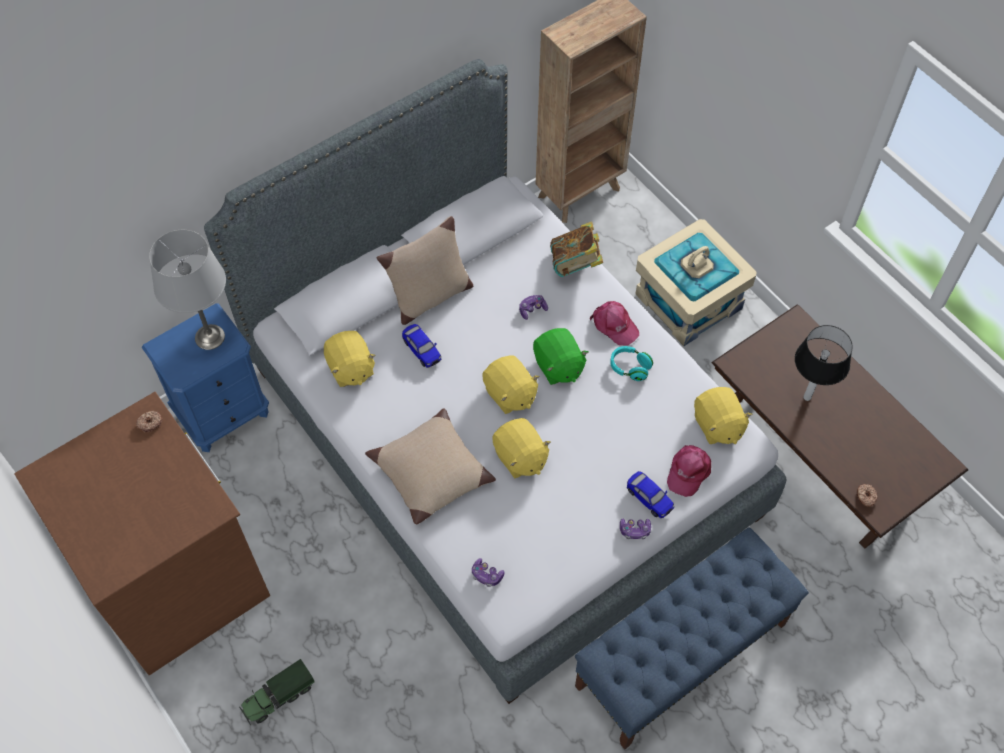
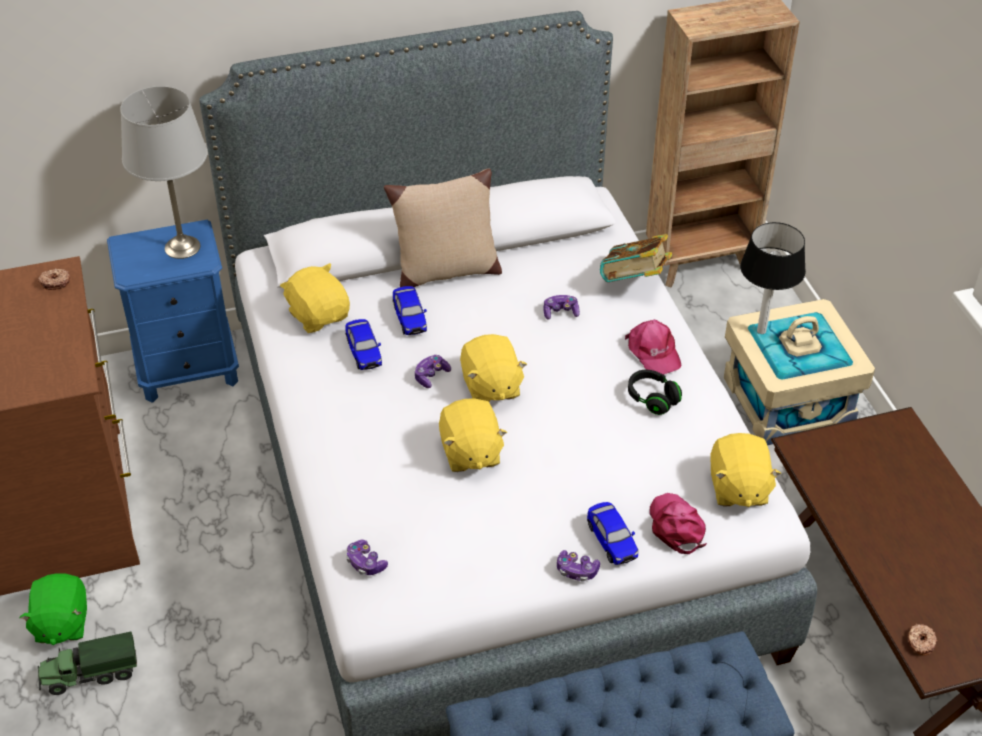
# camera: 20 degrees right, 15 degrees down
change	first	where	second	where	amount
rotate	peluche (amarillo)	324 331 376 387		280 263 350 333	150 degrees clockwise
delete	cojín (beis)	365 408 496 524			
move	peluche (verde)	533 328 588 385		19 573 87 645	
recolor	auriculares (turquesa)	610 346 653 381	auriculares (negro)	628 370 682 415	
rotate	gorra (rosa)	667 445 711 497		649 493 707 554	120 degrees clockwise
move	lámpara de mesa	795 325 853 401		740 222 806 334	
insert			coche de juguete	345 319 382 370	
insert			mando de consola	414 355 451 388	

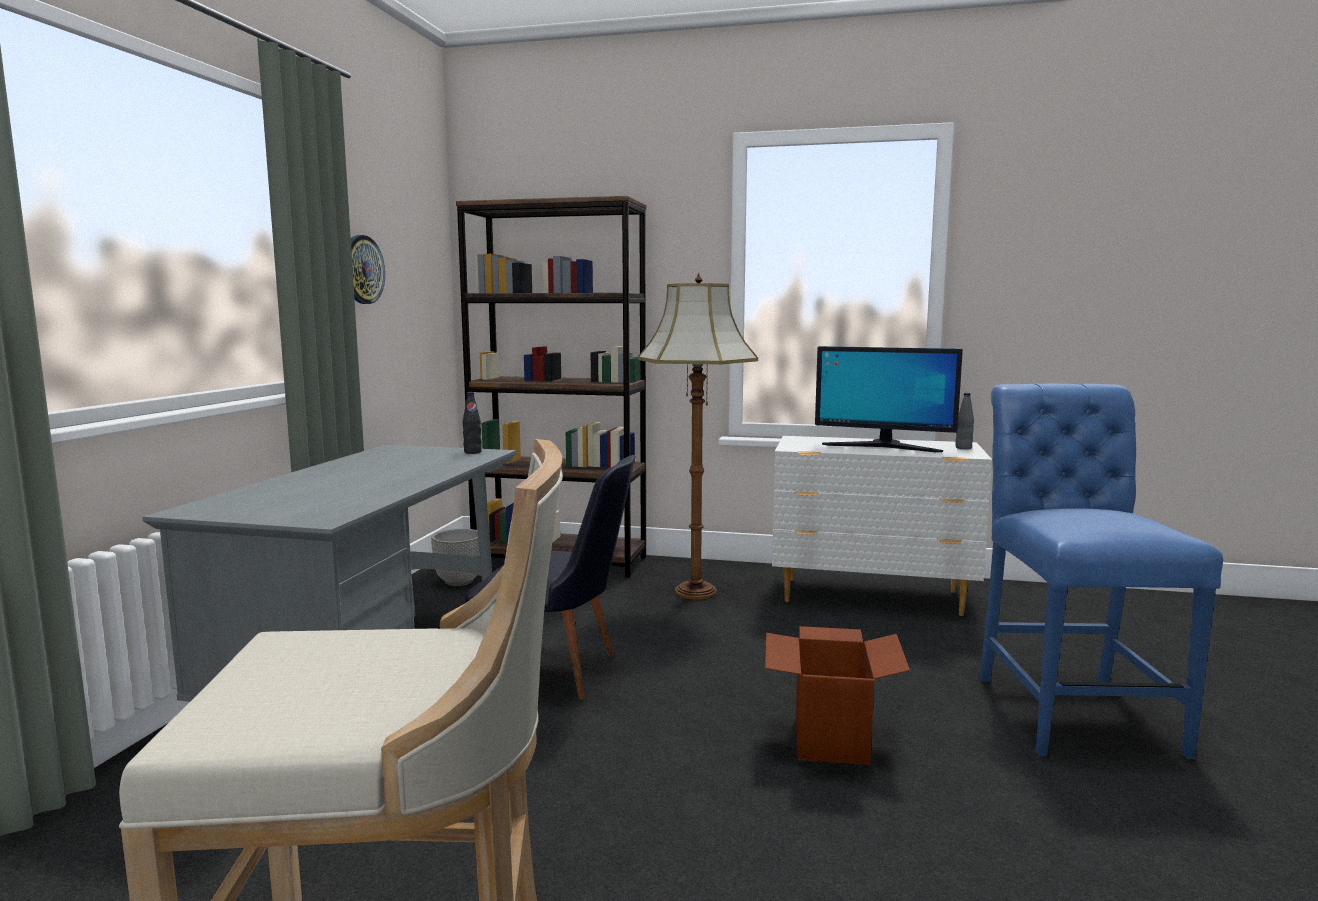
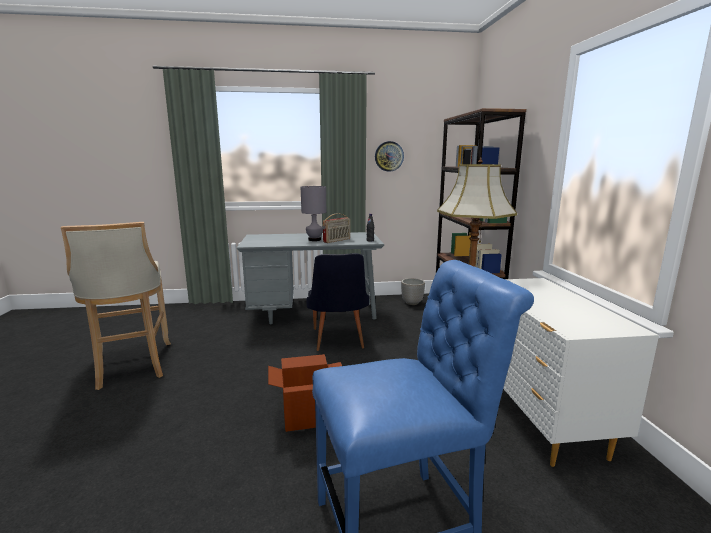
# camera: 70 degrees right, 5 degrees up
change	first	where	second	where	amount
delete	monitor	815 346 963 452			
delete	botella (gris)	955 393 974 450			
insert			lámpara de mesa (gris)	301 186 326 241	
insert			radio	323 213 350 243	

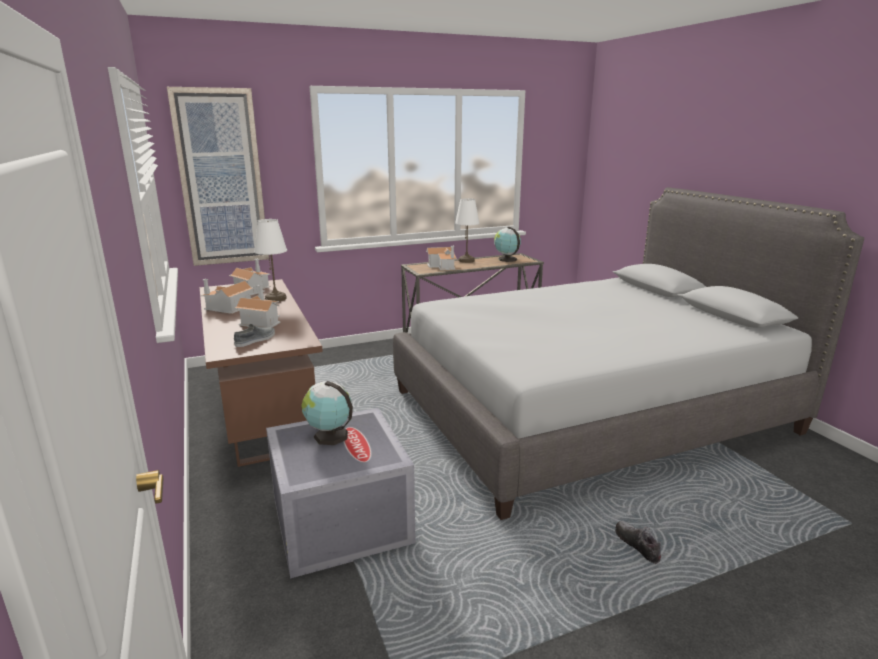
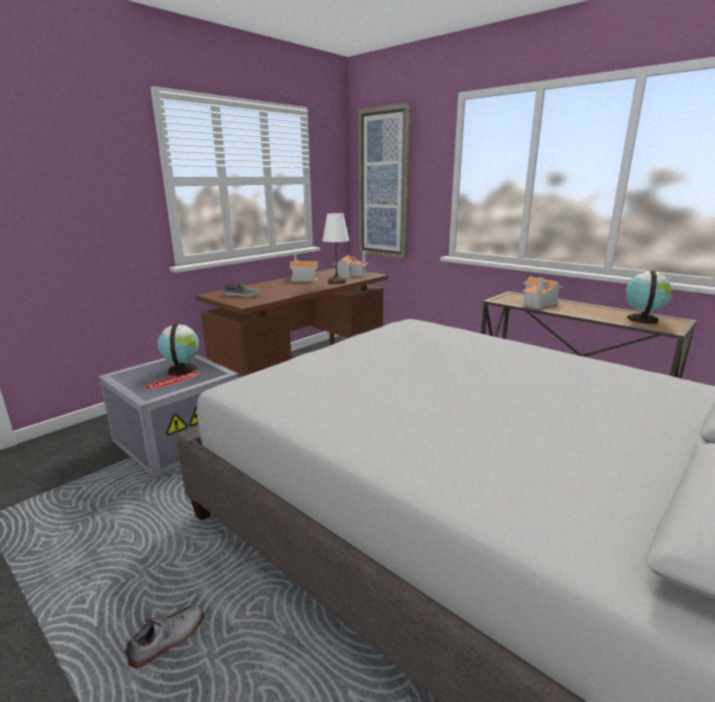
# camera: 65 degrees right, 0 degrees up
change	first	where	second	where	amount
delete	casita	234 285 281 328			
delete	lámpara de mesa (blanco)	455 198 480 263			

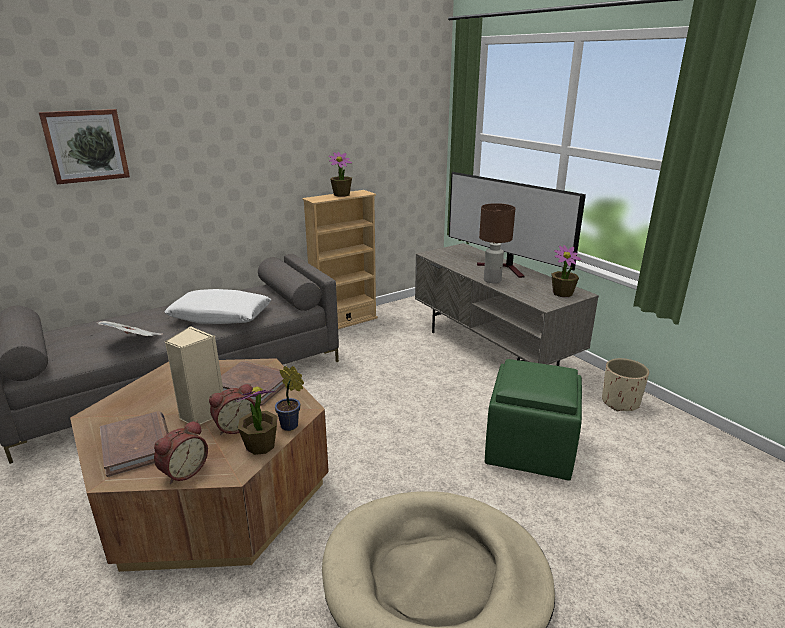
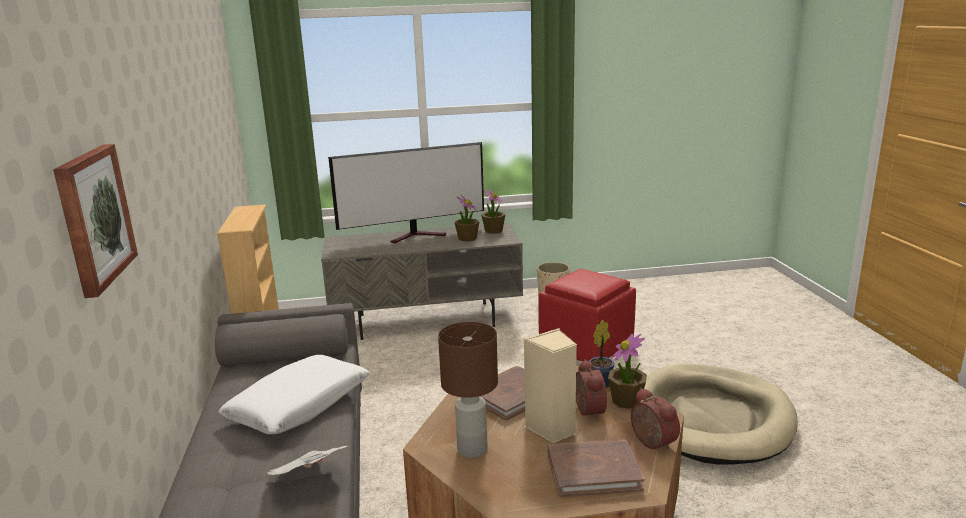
# camera: 65 degrees left, 5 degrees down
change	first	where	second	where	amount
move	planta en maceta	329 152 352 197		454 195 480 242	
move	lámpara de mesa (marrón)	479 203 515 283		438 322 498 458	
recolor	puf (verde)	485 359 582 481	puf (rojo)	538 269 636 362	

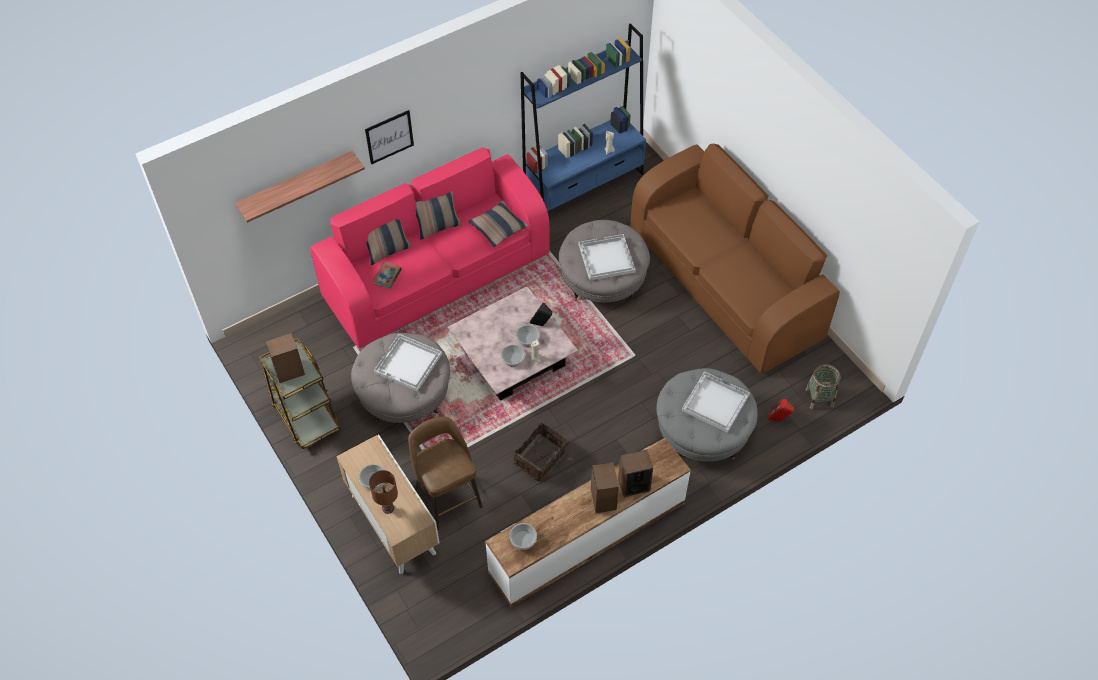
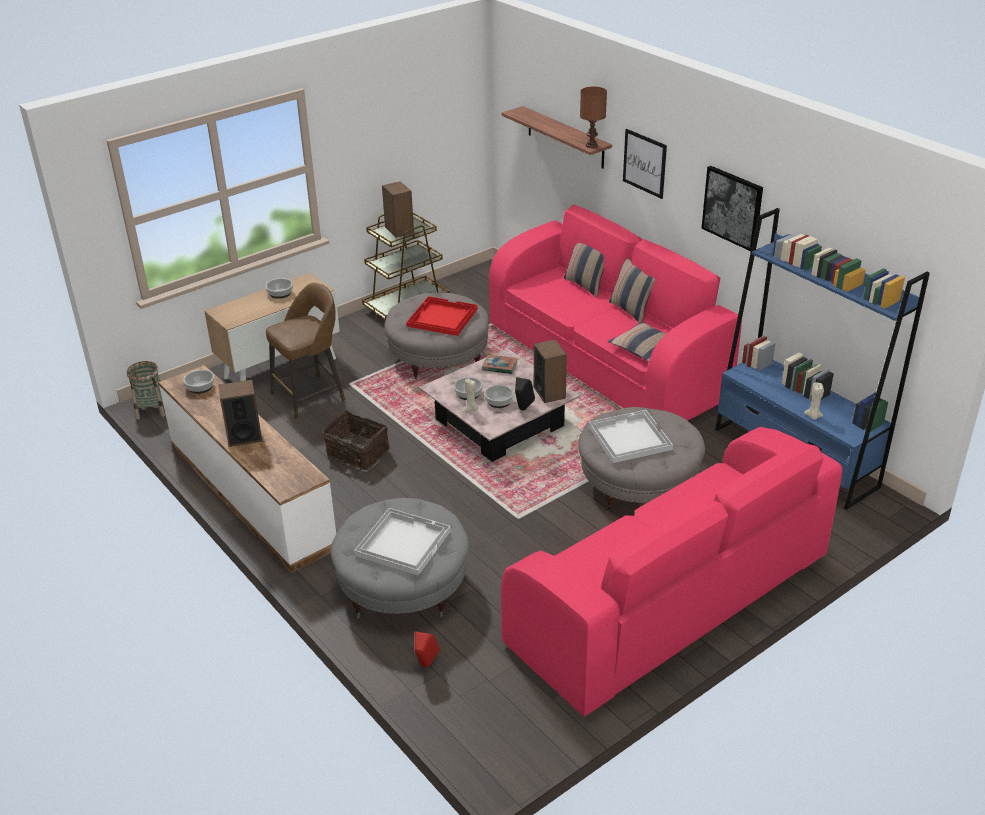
# camera: 85 degrees right, 20 degrees down
change	first	where	second	where	amount
move	lámpara de mesa (marrón)	369 470 398 514		580 87 607 148	
move	libro	373 262 402 289		482 355 518 374	
recolor	bandeja (blanco)	374 334 442 391	bandeja (rojo)	407 296 478 336	
move	altavoz	618 450 653 497		534 340 567 403	
recolor	sofá (marrón)	630 144 840 373	sofá (rosa)	501 427 842 717	
move	cesta	806 364 841 409		127 361 165 419	
insert			cuadro	701 166 763 251	

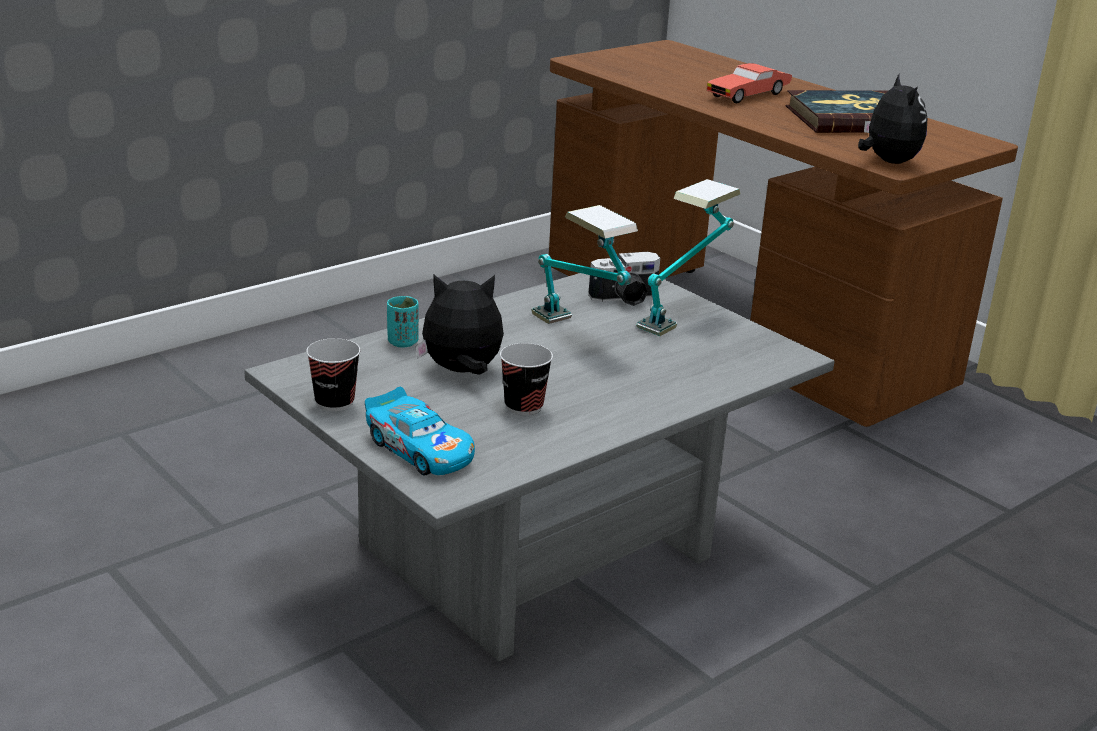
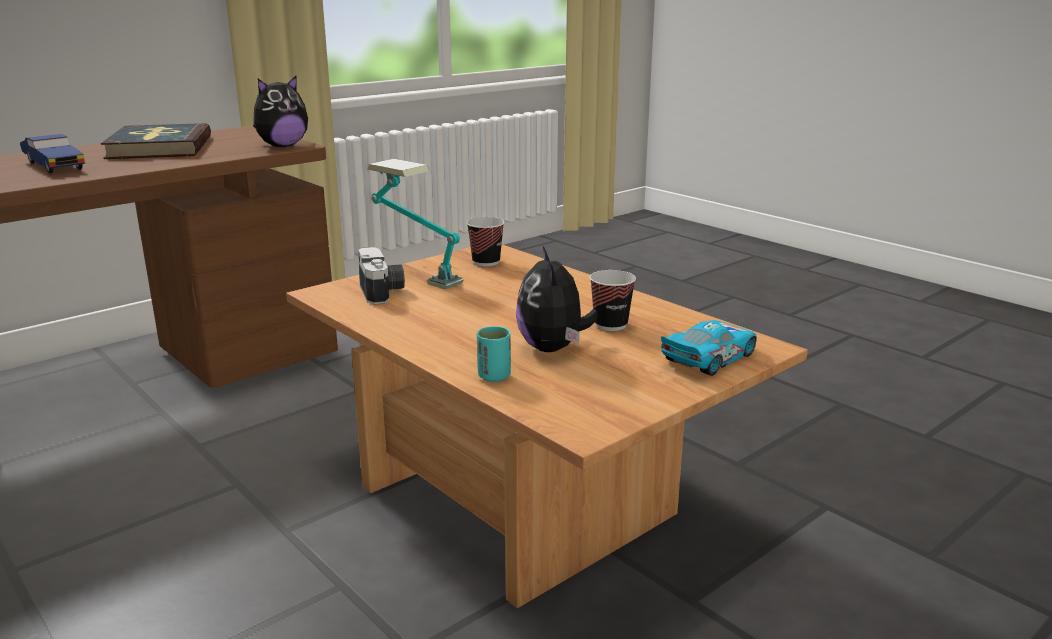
# camera: 90 degrees left, 5 degrees down
change	first	where	second	where	amount
recolor	mesa de centro (gris)	244 273 835 661	mesa de centro (marrón)	286 244 808 608	
move	taza	306 338 361 411		467 217 505 266	
delete	lámpara de mesa	531 205 638 324			
recolor	coche de juguete (rojo)	707 63 792 103	coche de juguete (azul)	20 134 85 174	
rotate	peluche	858 74 927 164		253 76 308 147	150 degrees clockwise

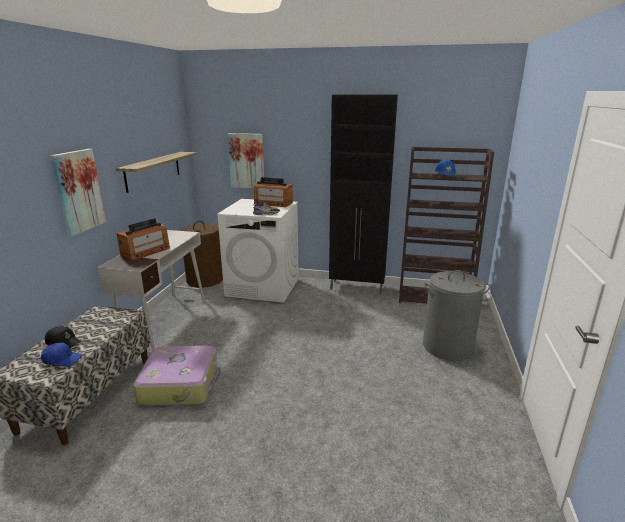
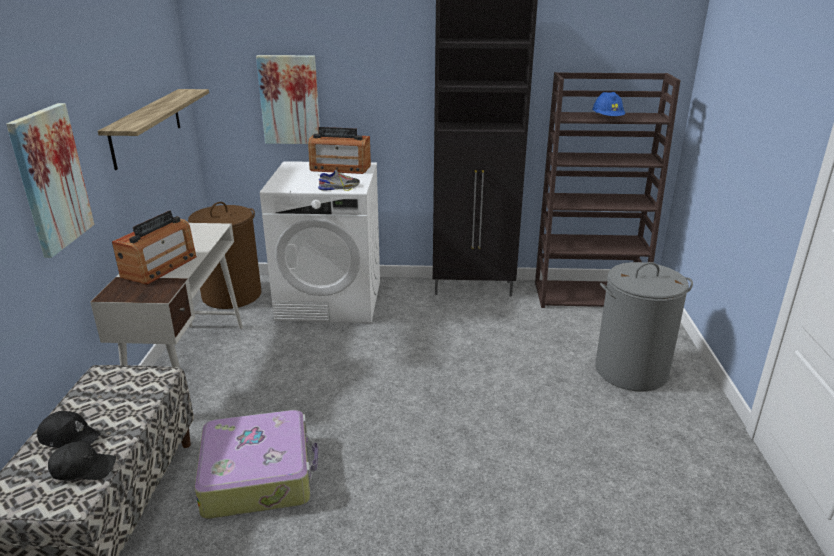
# camera: 10 degrees left, 5 degrees up
change	first	where	second	where	amount
recolor	gorra (azul)	41 343 83 367	gorra (negro)	48 441 116 481	

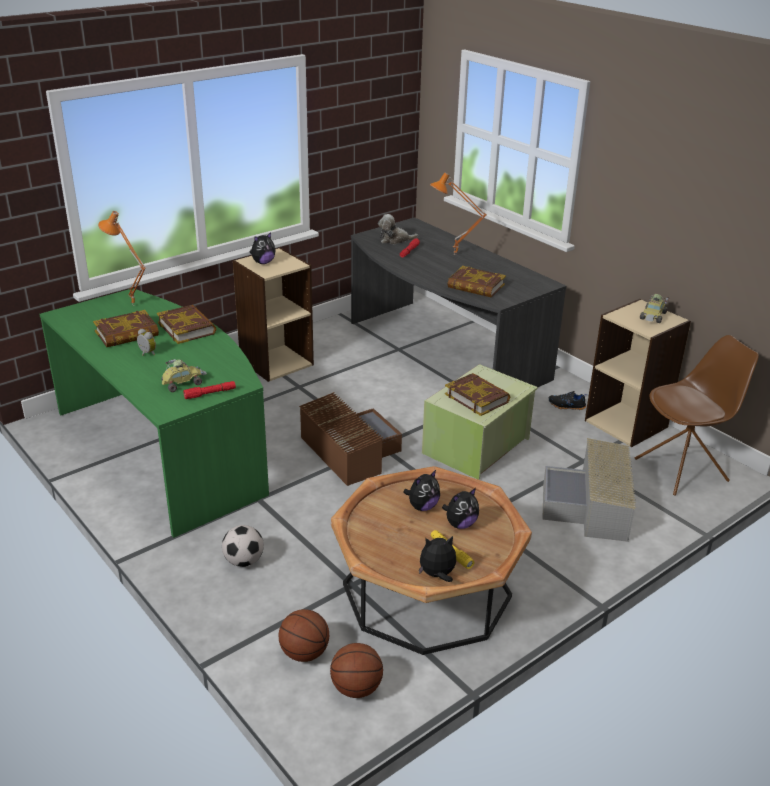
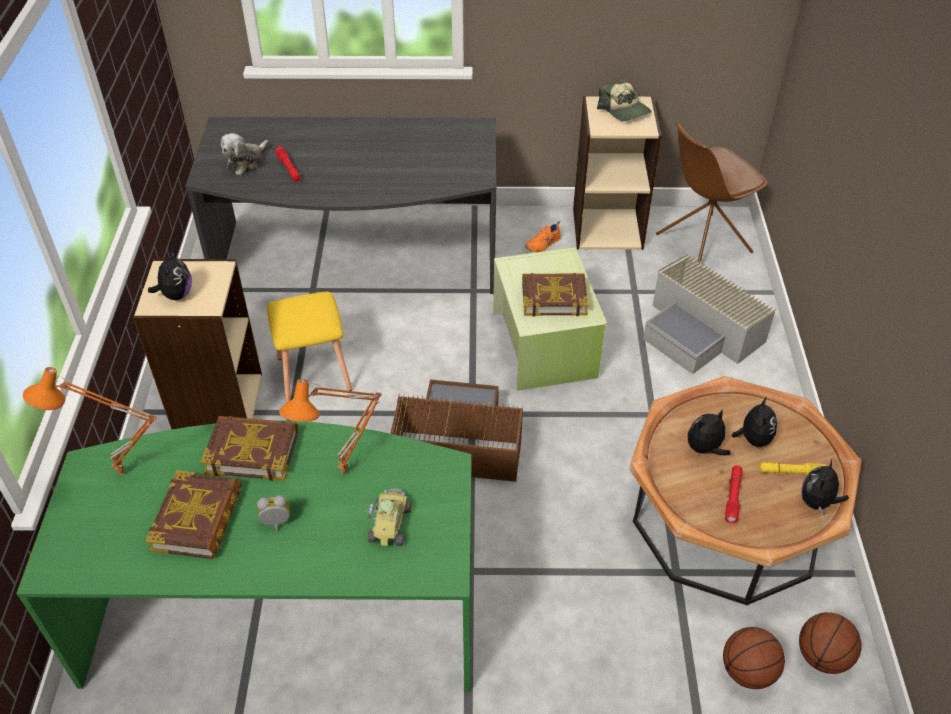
# camera: 50 degrees left, 15 degrees up
change	first	where	second	where	amount
move	linterna (rojo)	183 381 236 399		725 465 742 524	
delete	balón de fútbol	222 525 264 567			
rotate	peluche	403 470 440 511		688 409 730 455	120 degrees counterclockwise
move	lámpara de mesa (naranja)	430 172 487 255		279 379 382 476	
delete	libro	447 266 506 297			
recolor	zapato (negro)	548 391 587 410	zapato (naranja)	525 221 561 252	
rotate	silla (marrón)	635 335 759 496		656 122 768 263	135 degrees counterclockwise
replace	coche de juguete	640 294 670 323	gorra	597 80 651 121	
insert			taburete (amarillo)	267 292 352 403	

